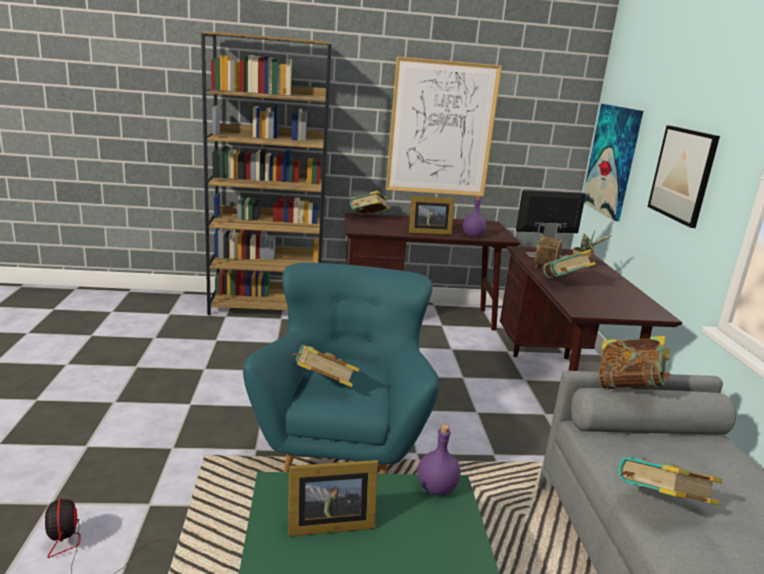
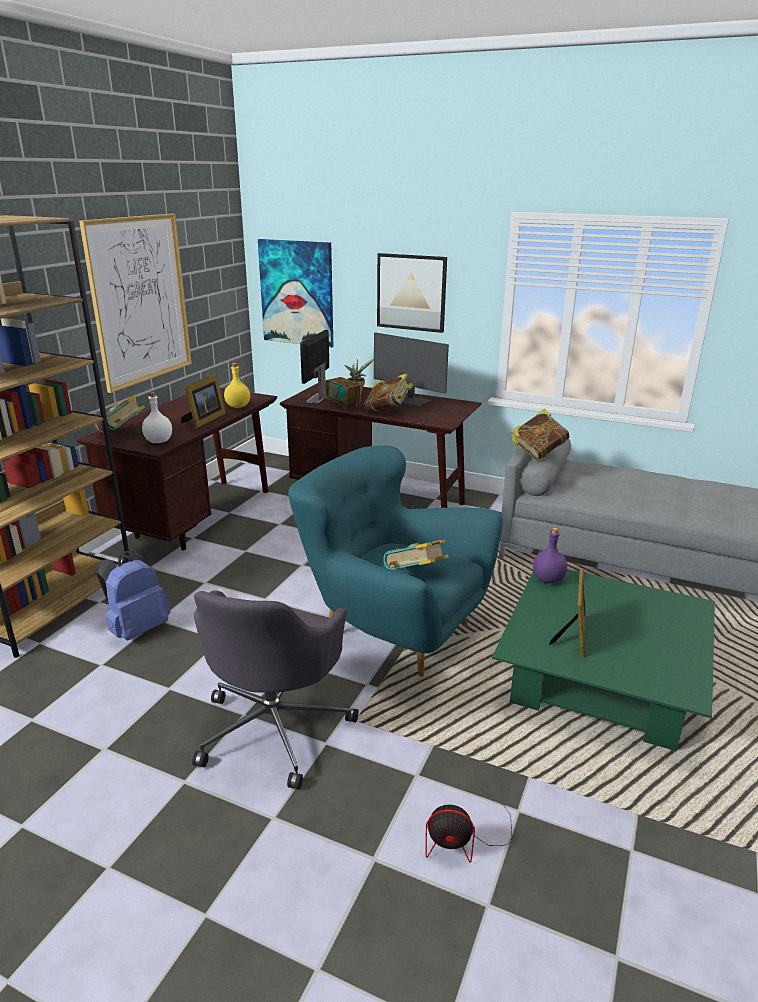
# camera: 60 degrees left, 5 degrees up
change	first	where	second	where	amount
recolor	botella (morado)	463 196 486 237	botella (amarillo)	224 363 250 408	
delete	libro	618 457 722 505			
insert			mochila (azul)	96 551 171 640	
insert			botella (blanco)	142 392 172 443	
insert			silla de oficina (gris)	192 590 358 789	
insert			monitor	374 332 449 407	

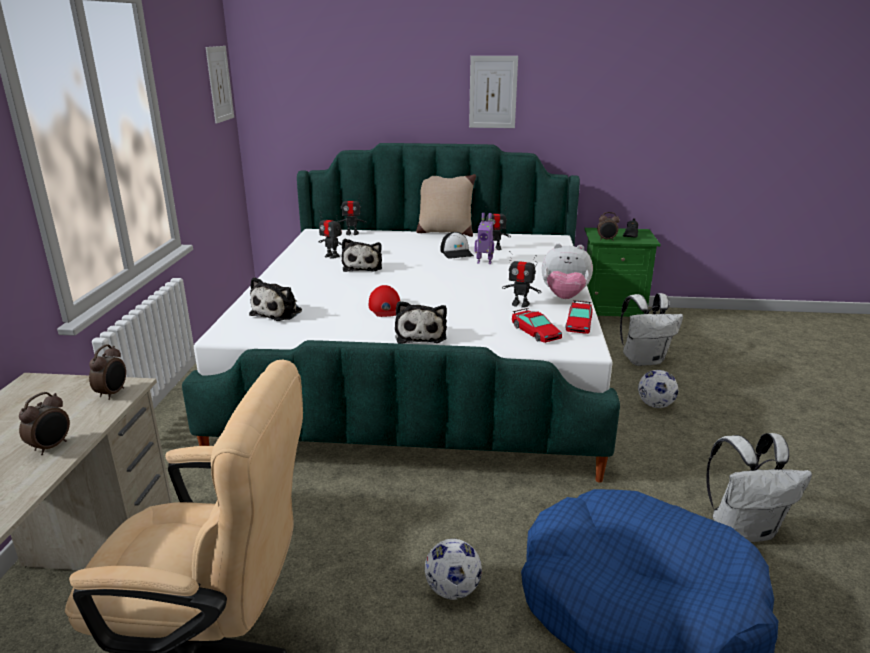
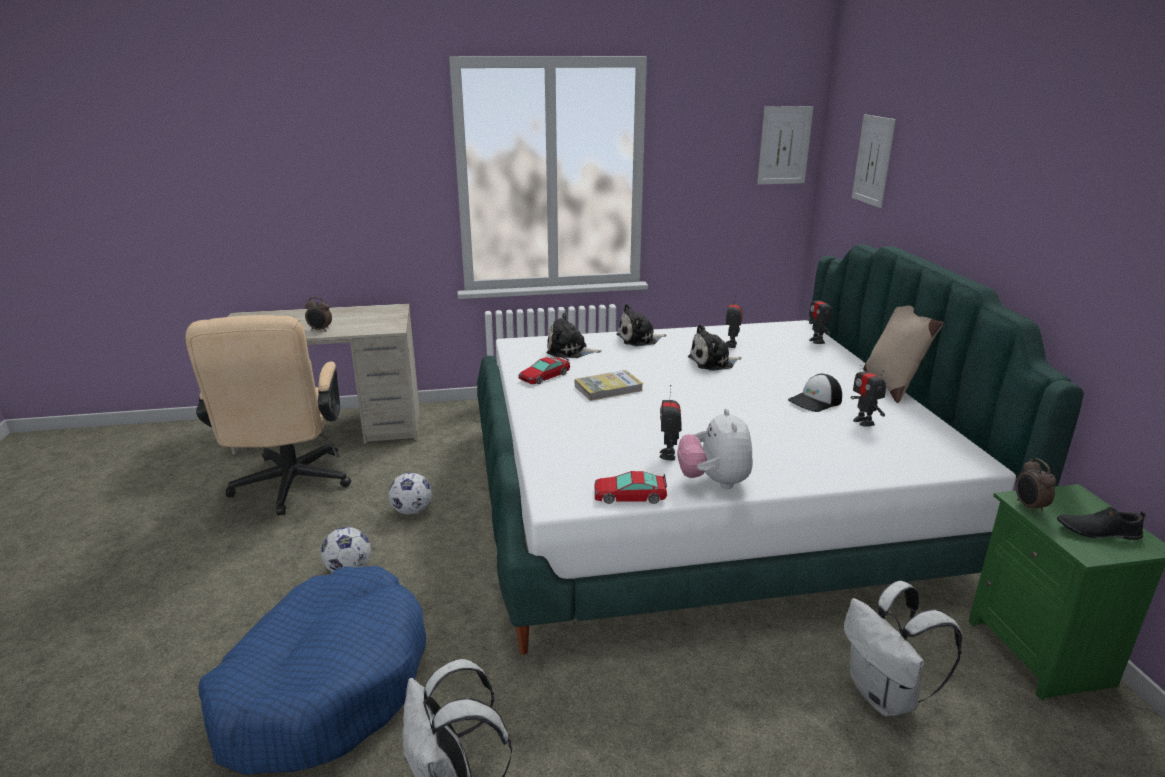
# camera: 75 degrees right, 0 degrees up
change	first	where	second	where	amount
delete	despertador	89 344 126 400			
replace	gorra (rojo)	369 285 400 317	libro	575 370 643 401	
move	peluche	395 301 447 343		616 304 666 346	
move	cuadro	469 56 518 128		852 114 896 208	
delete	robot de juguete	475 213 494 264			
move	coche de juguete	512 308 562 343		519 355 570 384	
move	balón de fútbol	638 370 678 408		389 472 432 515	

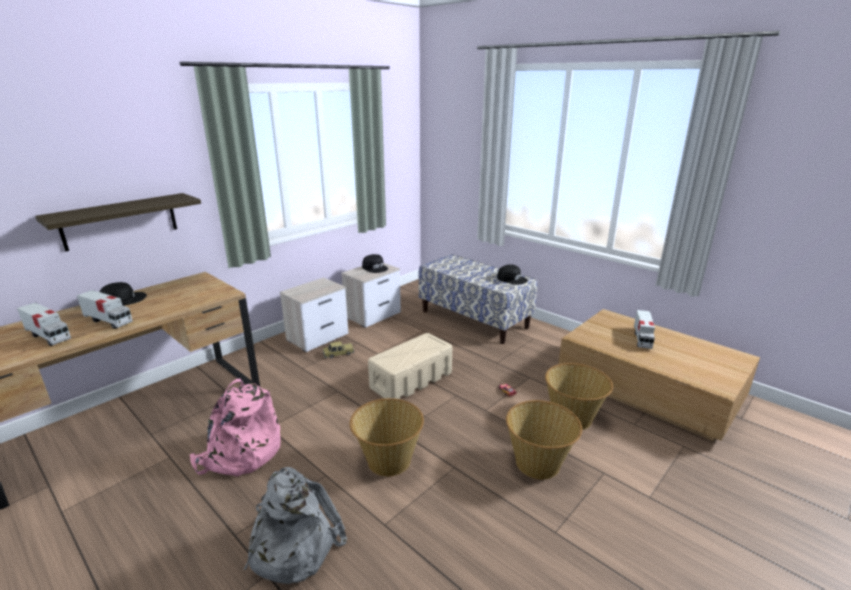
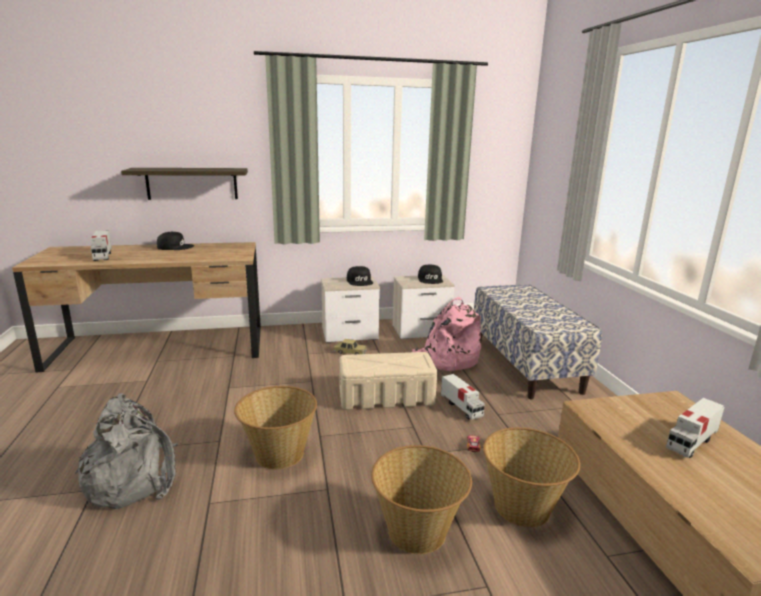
# camera: 35 degrees right, 5 degrees down
change	first	where	second	where	amount
move	camión de juguete	77 290 133 329		441 374 485 420	
move	mochila (rosa)	190 379 281 477		412 297 481 371	
move	gorra (negro)	497 265 528 285		347 266 373 286	

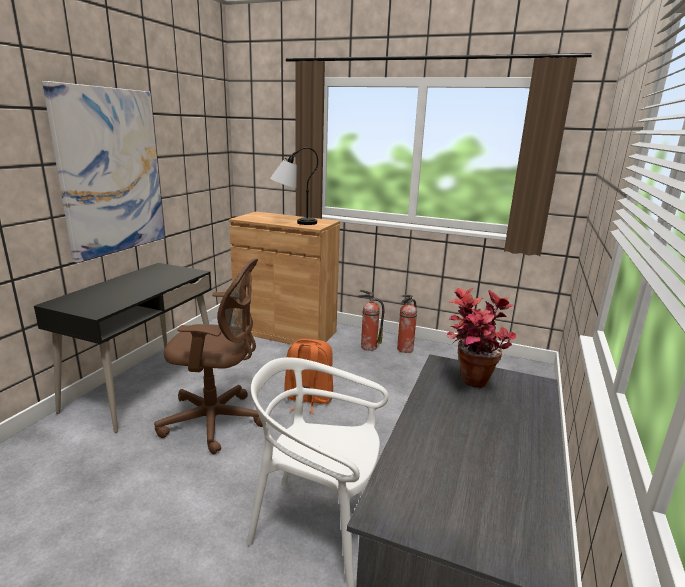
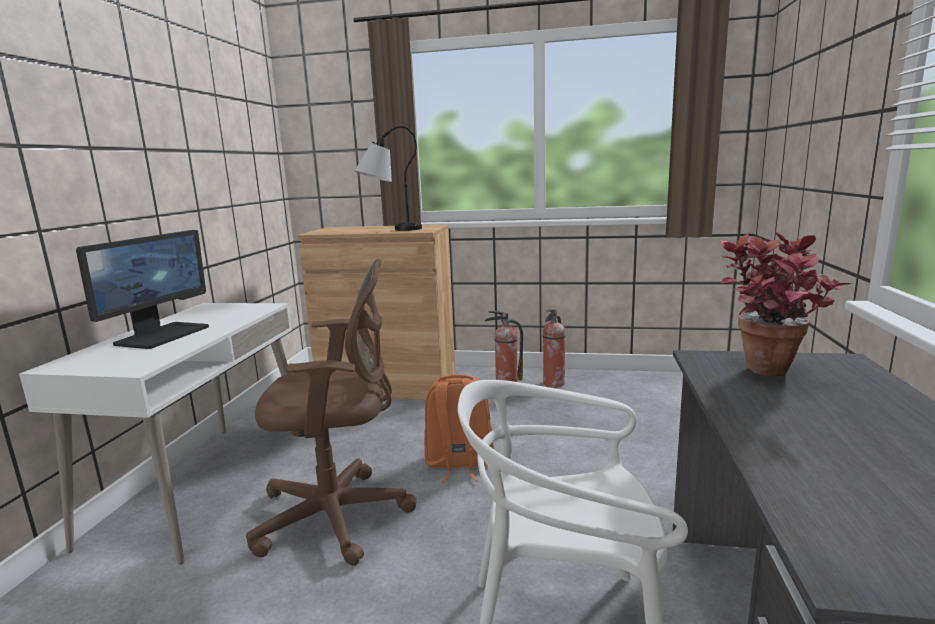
# camera: 10 degrees left, 5 degrees down
change	first	where	second	where	amount
recolor	escritorio (negro)	34 263 212 433	escritorio (blanco)	19 303 305 565	
delete	cuadro	42 81 165 263			
insert			monitor	76 230 209 349	

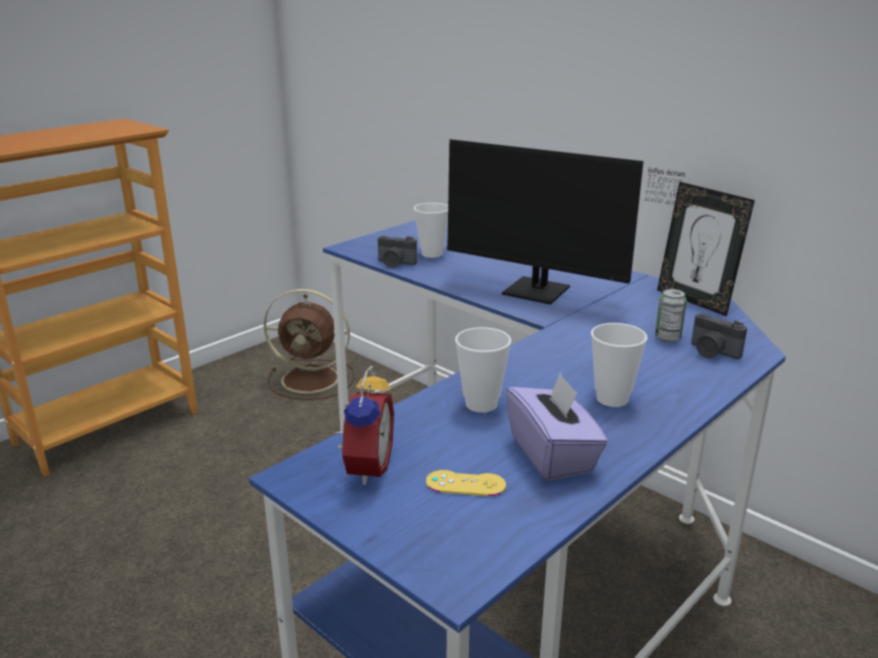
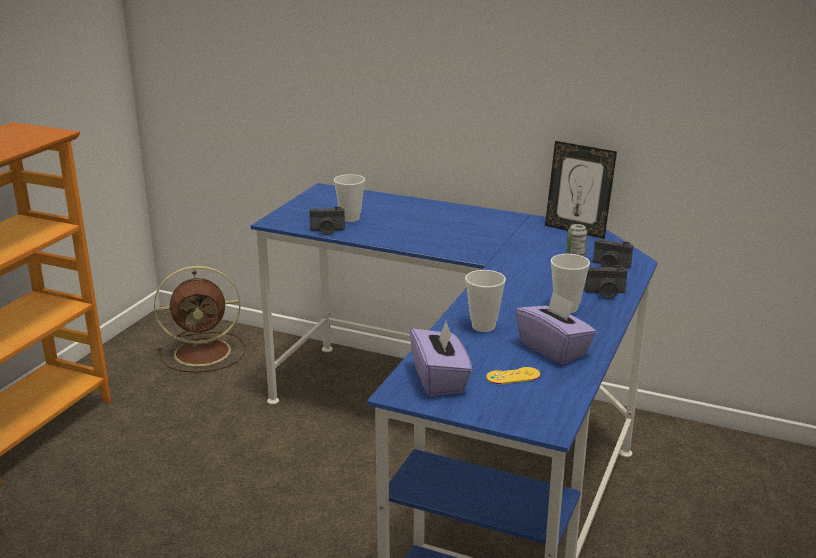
# camera: 20 degrees left, 0 degrees up
change	first	where	second	where	amount
replace	despertador	334 366 394 485	caja de pañuelos (morado)	410 321 472 396	
delete	monitor	447 139 713 305			
insert			cámara	585 265 628 299	

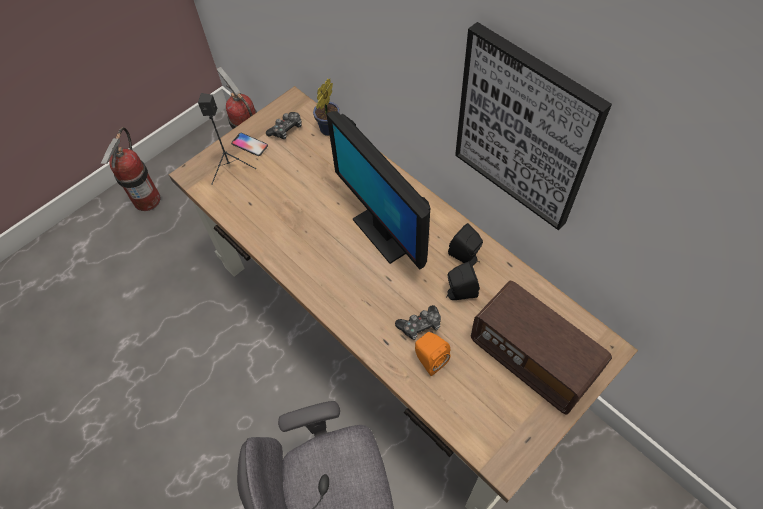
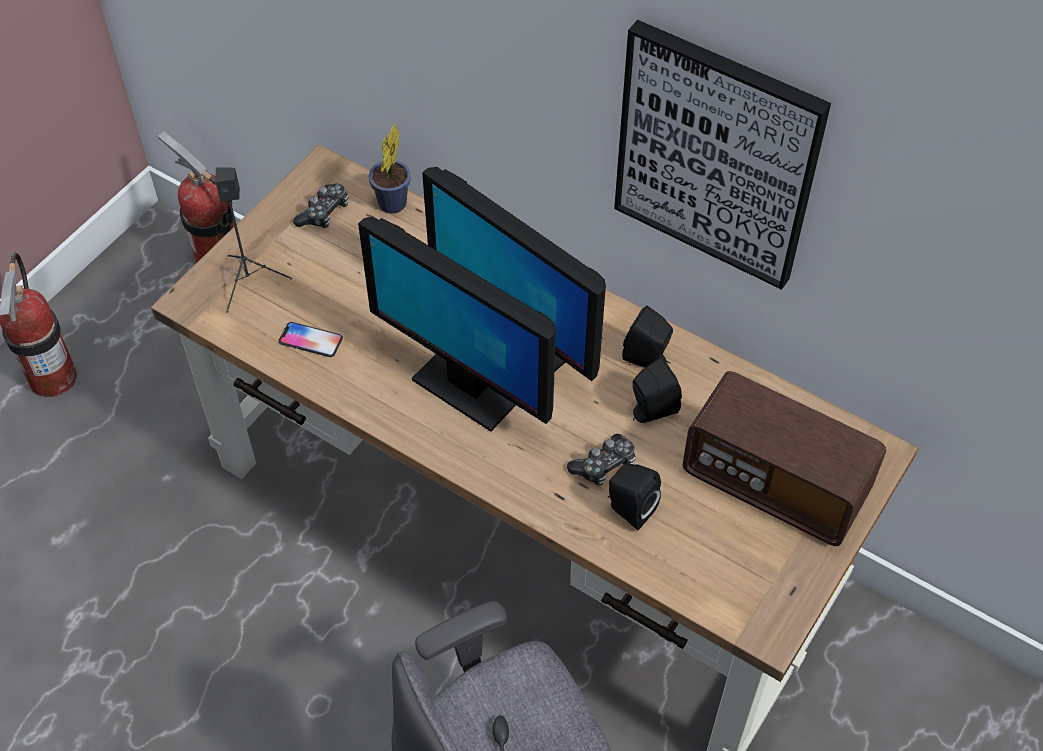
# camera: 15 degrees left, 5 degrees down
change	first	where	second	where	amount
move	móvil	231 133 268 156		279 322 343 357	
recolor	altavoz (naranja)	415 332 450 376	altavoz (negro)	608 463 661 530	
insert			monitor	358 216 556 432	

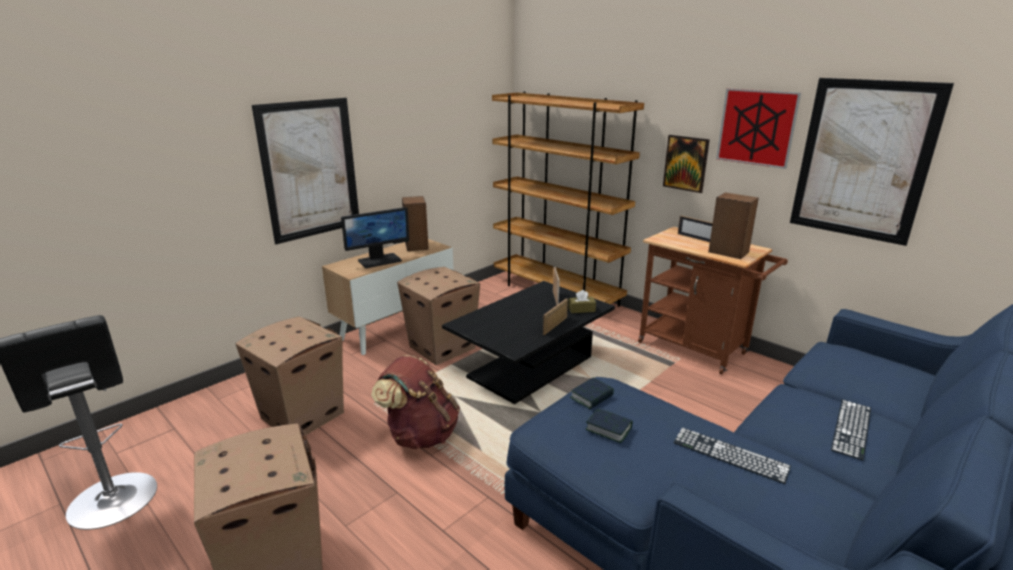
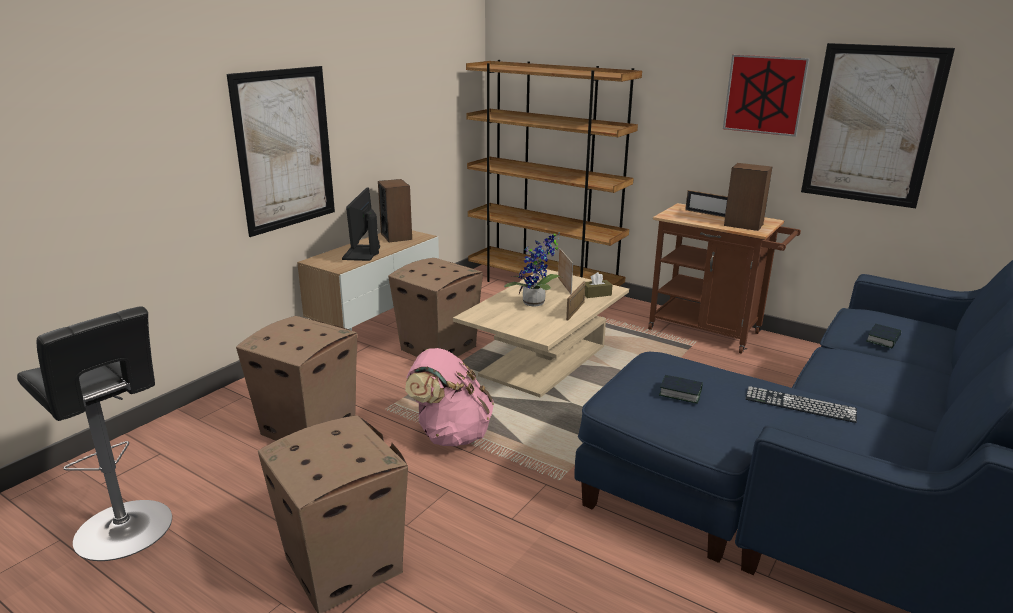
# camera: 10 degrees left, 0 degrees up
change	first	where	second	where	amount
rotate	monitor	341 207 409 268		342 188 380 261	135 degrees clockwise
recolor	mochila (marrón)	371 355 460 449	mochila (rosa)	405 348 494 446	
recolor	mesa de centro (negro)	442 281 615 404	mesa de centro (beis)	453 269 629 398	
move	libro	570 378 614 409		866 324 901 348	
delete	cuadro	663 135 710 193			
delete	teclado	831 400 871 461			
insert			planta en maceta	504 232 563 307	

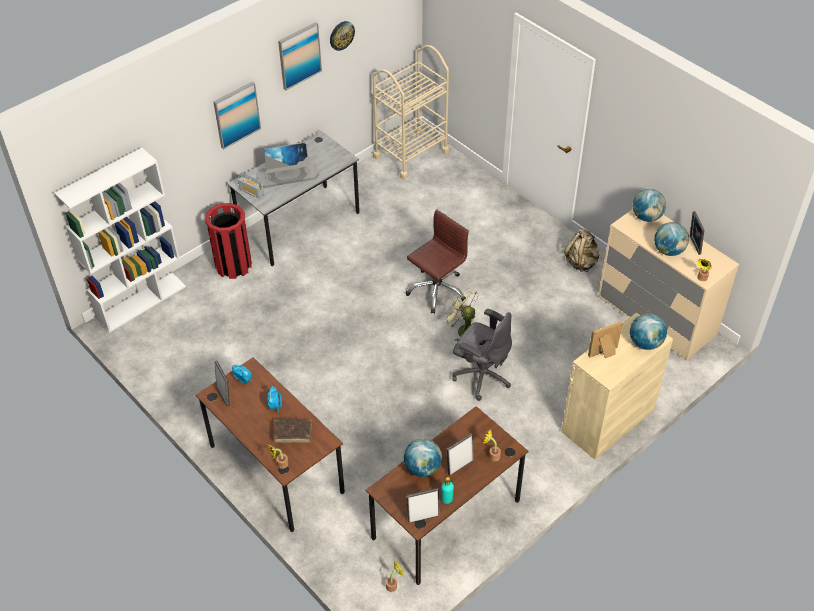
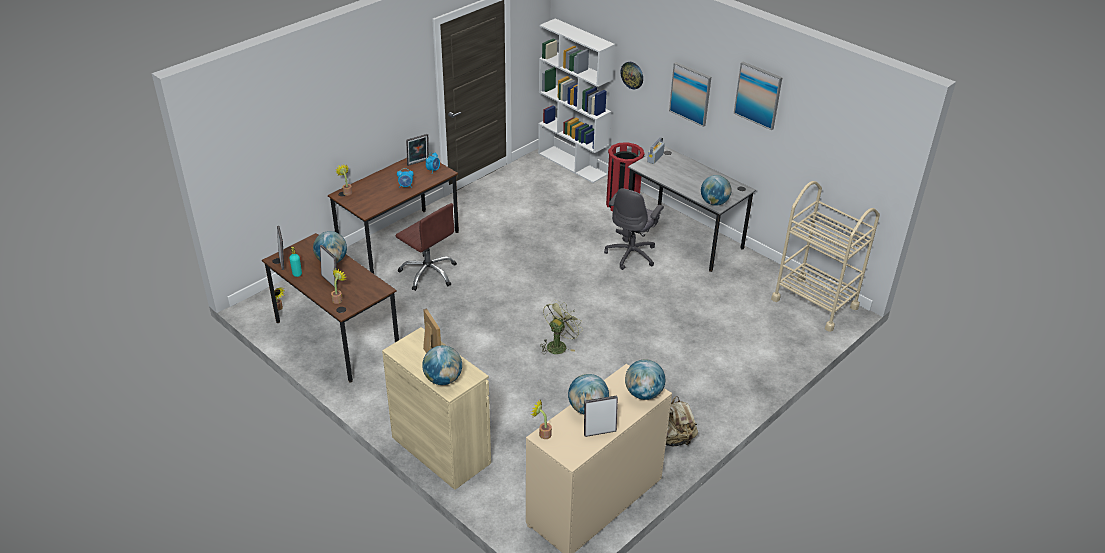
# camera: 85 degrees right, 10 degrees down
change	first	where	second	where	amount
delete	monitor	256 142 319 188			
delete	libro (marrón)	273 418 312 443			
move	reloj de pared	330 21 355 51		621 62 643 89	
move	silla de oficina (marrón)	406 209 469 314		396 203 457 291	
move	silla de oficina (gris)	452 309 512 401		604 188 664 270	
insert			globo terráqueo	701 175 732 206	

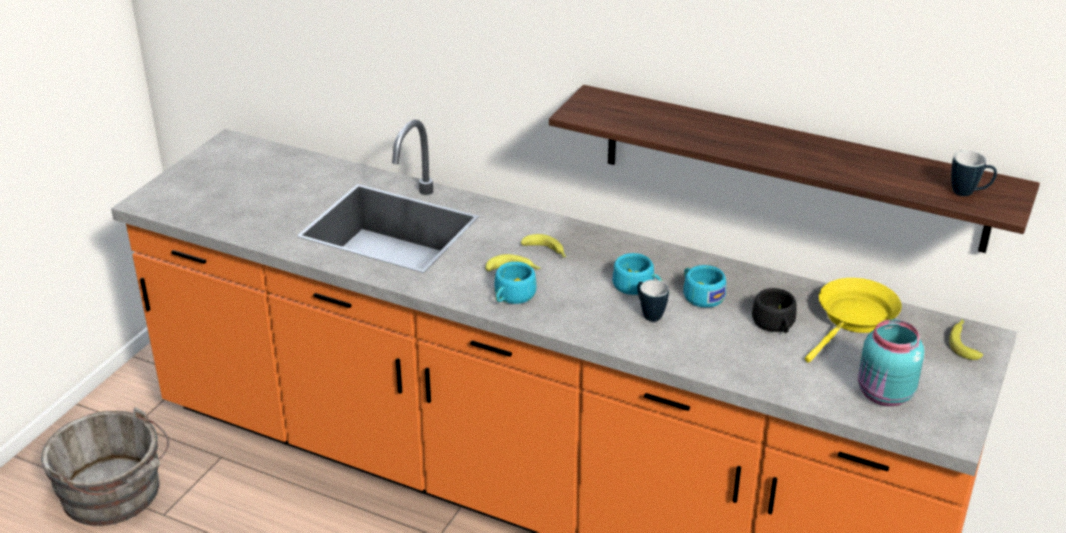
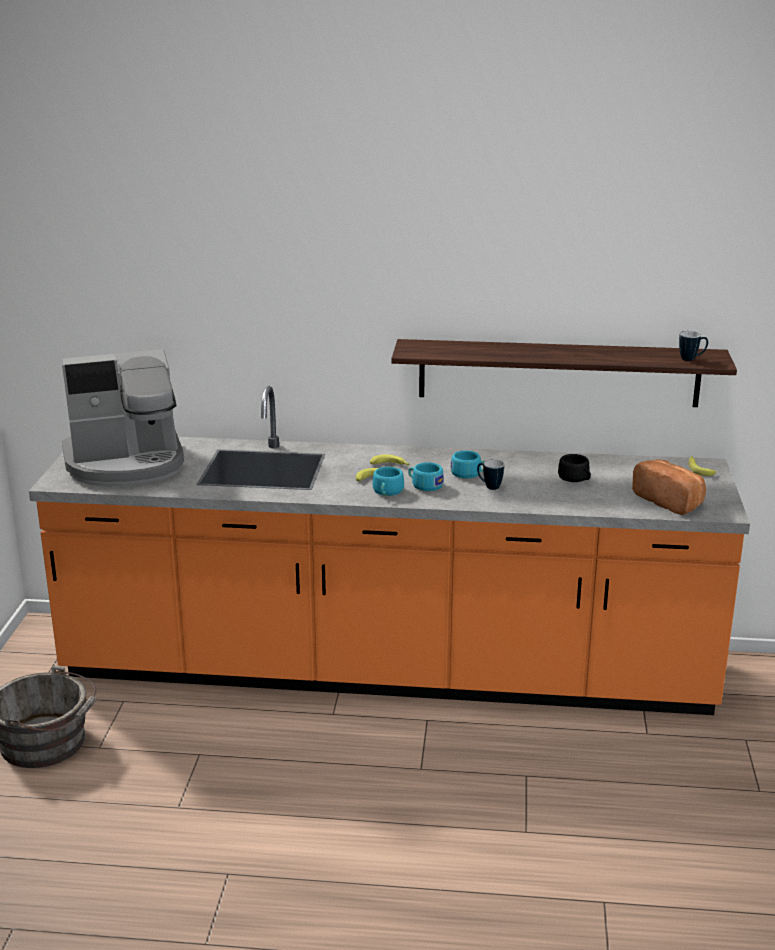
# camera: 20 degrees left, 10 degrees down
change	first	where	second	where	amount
move	taza (turquesa)	683 265 726 307		408 462 444 491	
delete	sartén (amarillo)	805 278 902 363			
replace	tarro (turquesa)	858 319 924 406	pan	632 459 706 515	
insert			cafetera	62 349 184 486	

